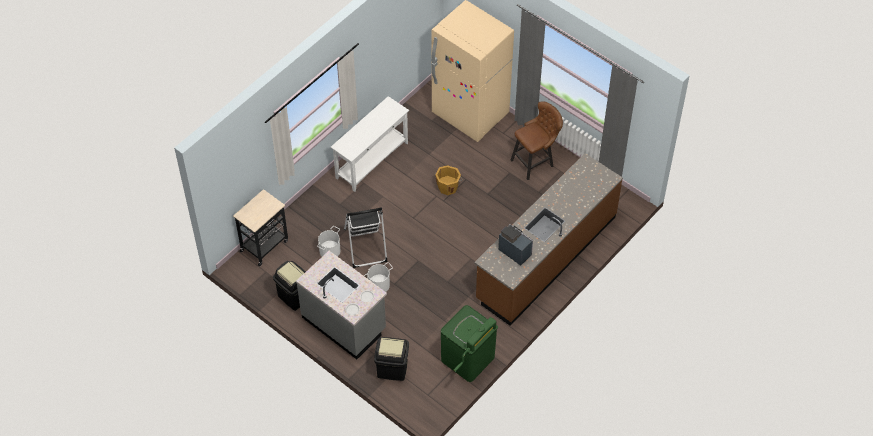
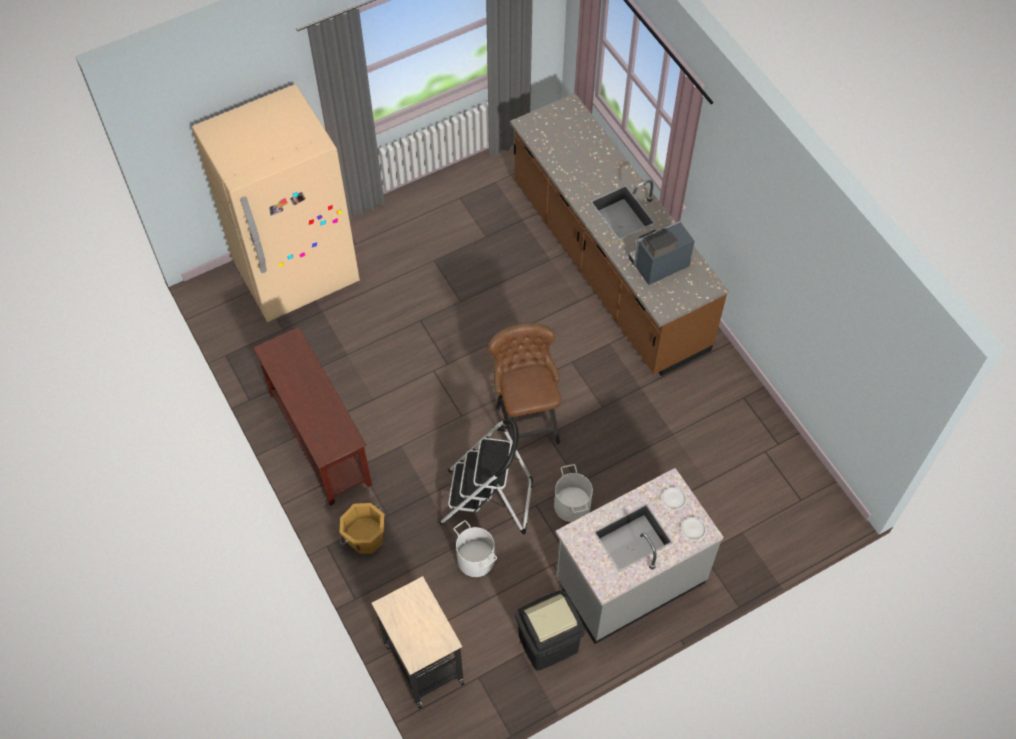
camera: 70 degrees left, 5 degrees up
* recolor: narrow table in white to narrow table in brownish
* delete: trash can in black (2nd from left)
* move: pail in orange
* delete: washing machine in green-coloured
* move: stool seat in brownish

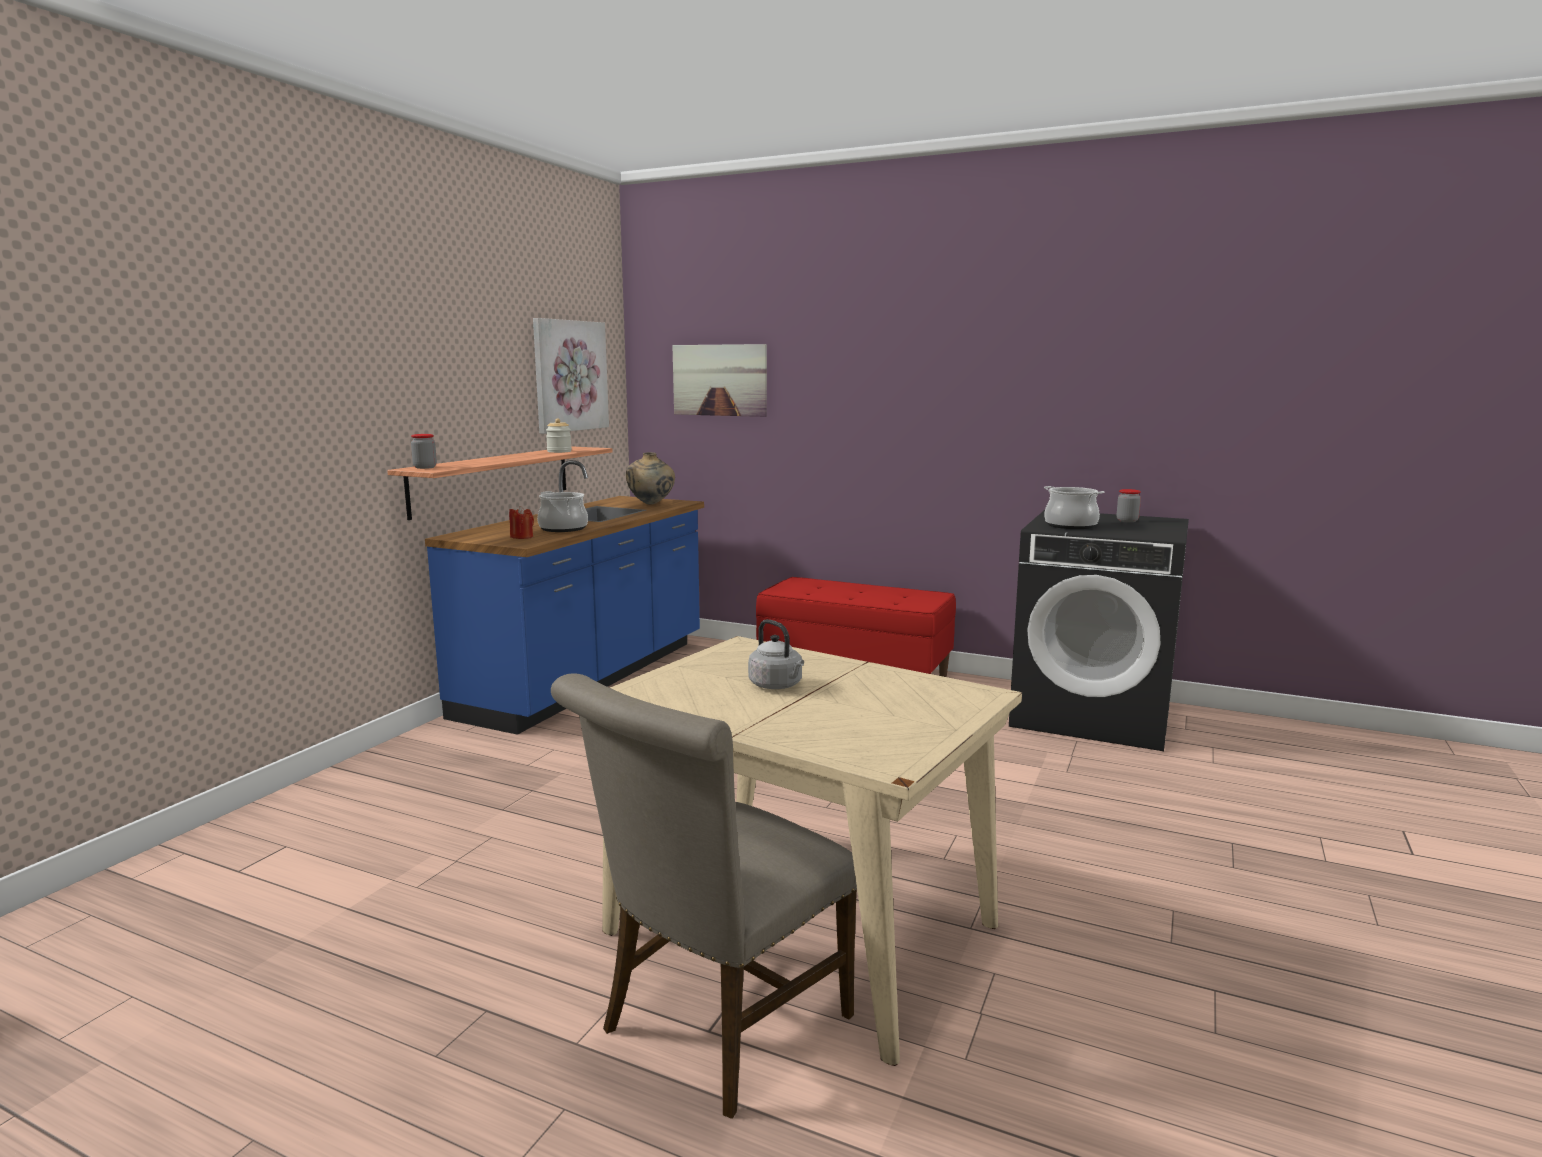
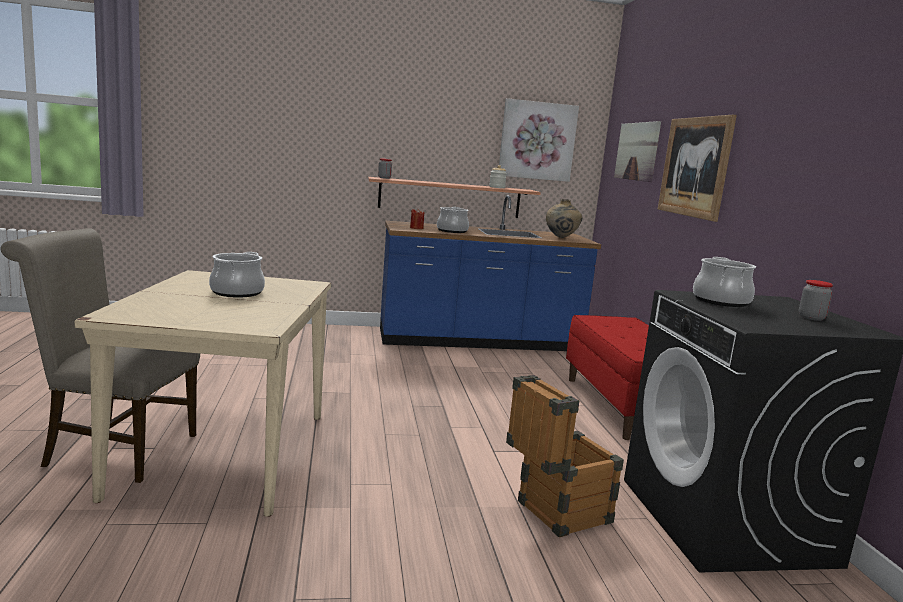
camera: 55 degrees right, 0 degrees up
* replace: kettle in grey to cooking pot (1st from left)
* insert: crate
* insert: wall art (3rd from left)

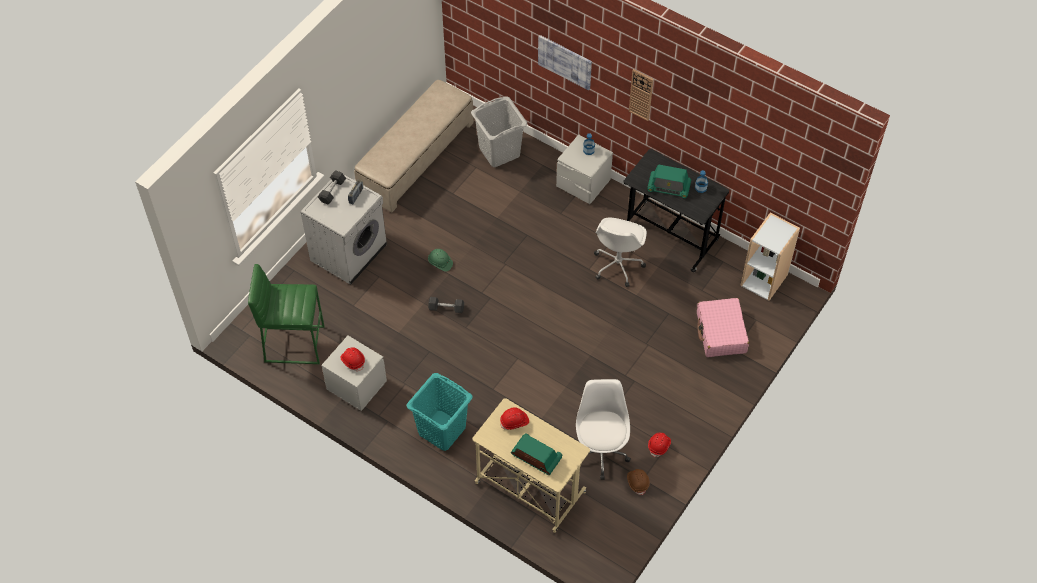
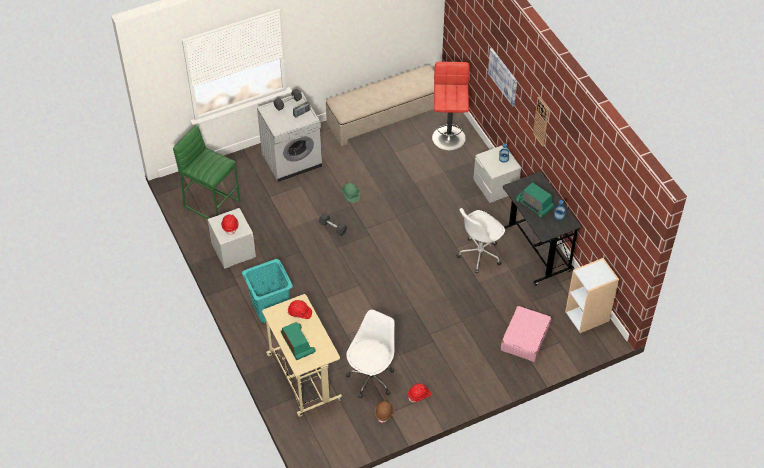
camera: 30 degrees right, 5 degrees down
* replace: hamper in grey to stool seat in red

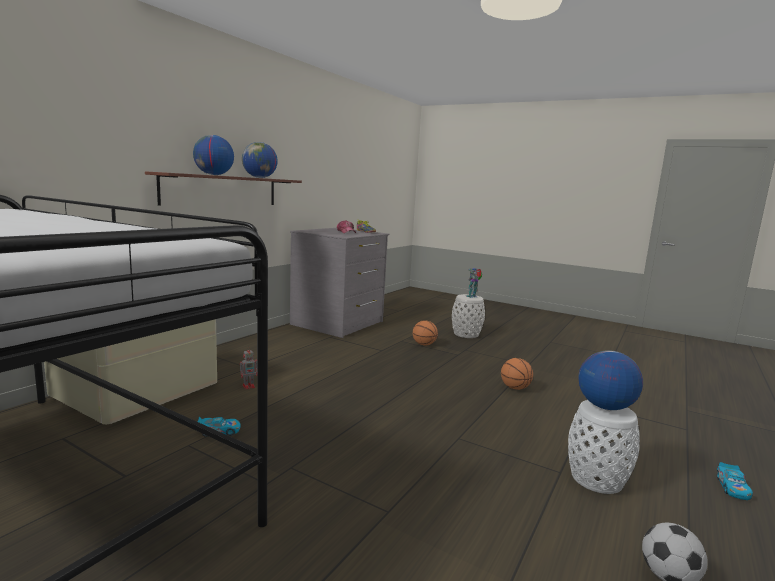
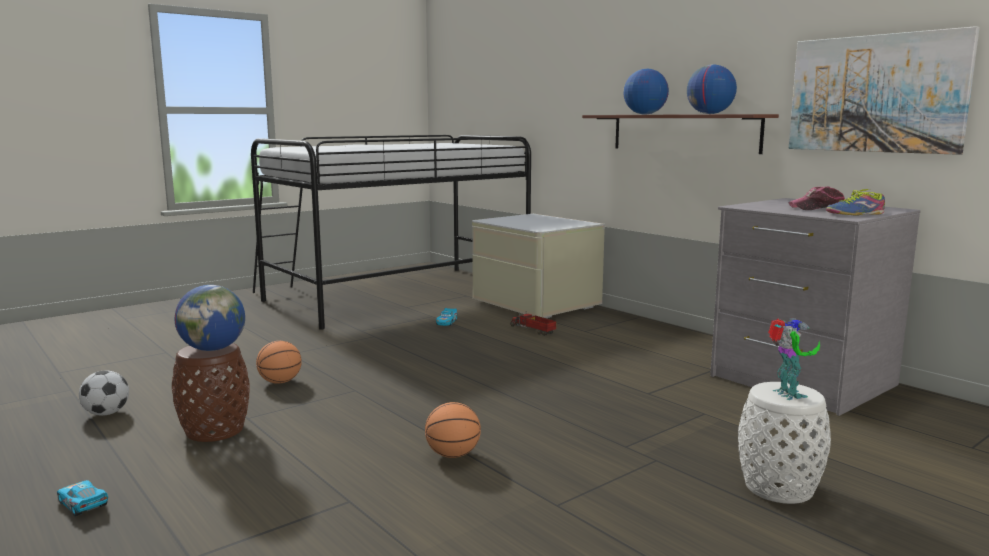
camera: 110 degrees right, 0 degrees up
* replace: toy robot (1st from left) to toy truck
* move: basketball (1st from left)
* recolor: stool seat in white (2nd from left) to stool seat in brownish
* insert: wall art

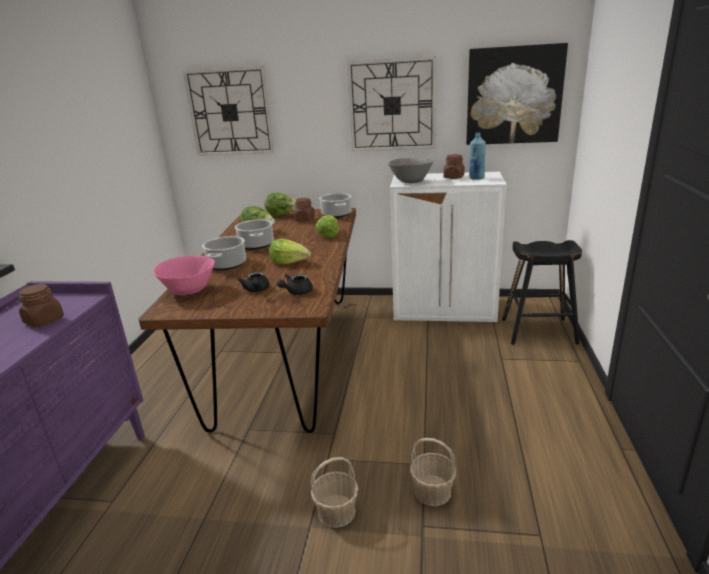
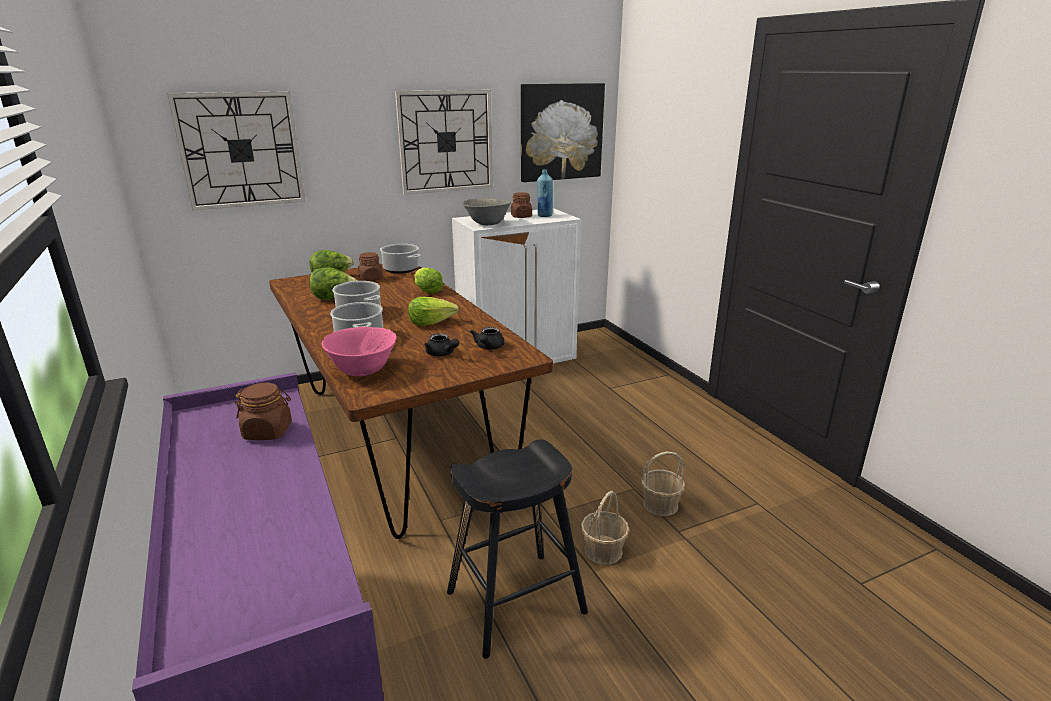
camera: 35 degrees left, 0 degrees up
* move: stool seat in black

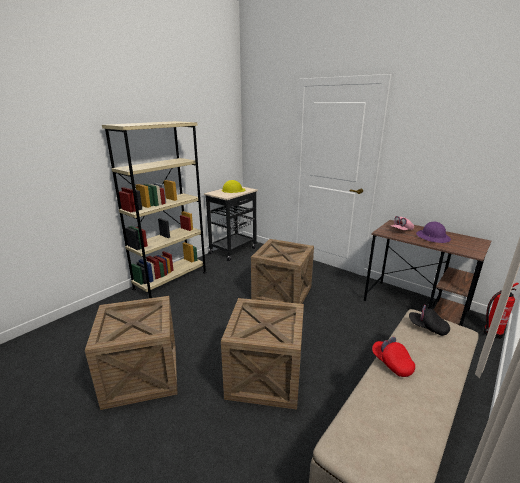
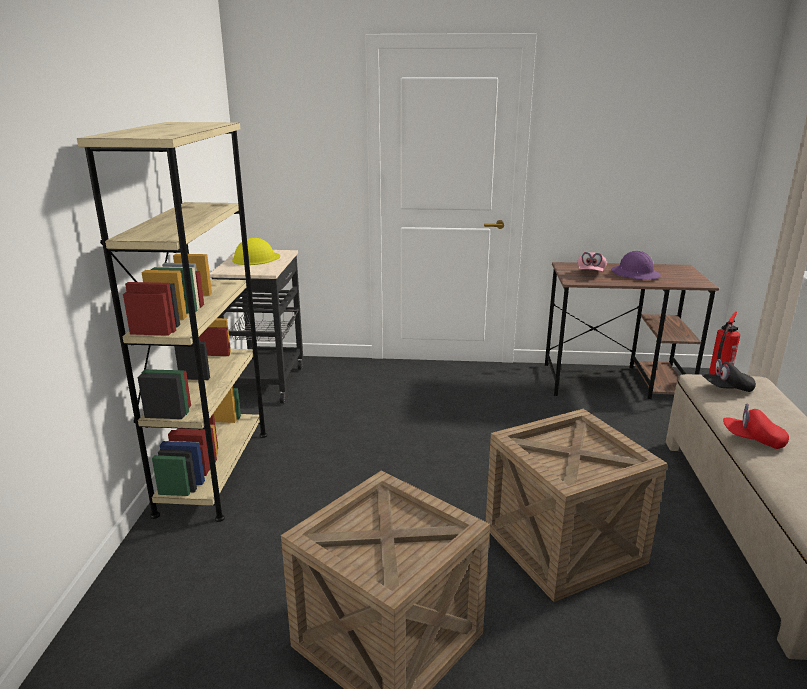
camera: 35 degrees left, 0 degrees up
* delete: crate (3rd from left)

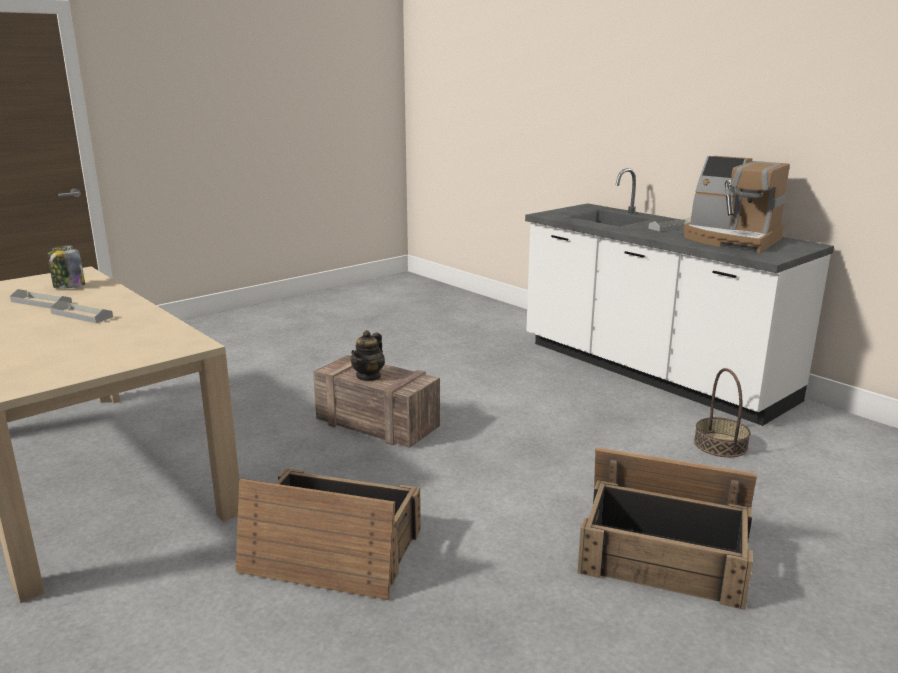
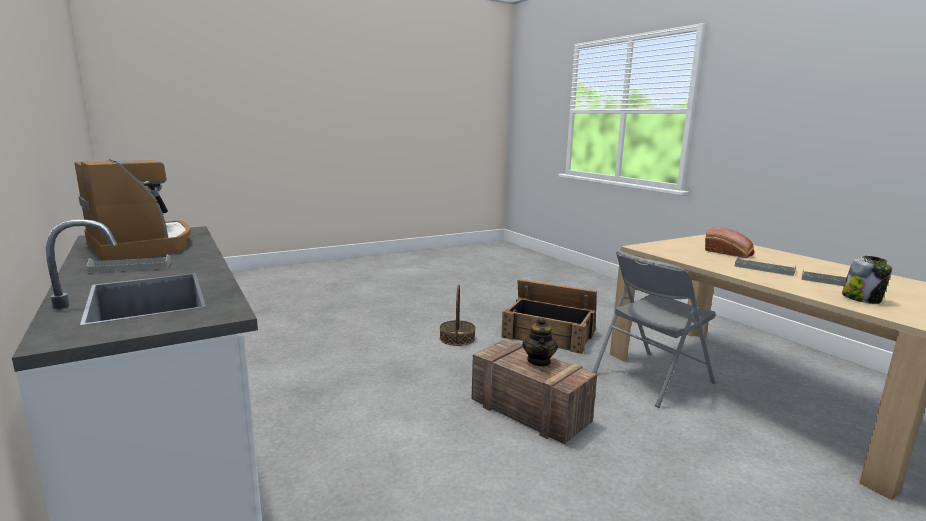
camera: 170 degrees left, 5 degrees down
* rotate: tea pot 150 degrees clockwise
* delete: crate (3rd from left)
* move: storage basket
* insert: upright chair in grey
* insert: baked bread

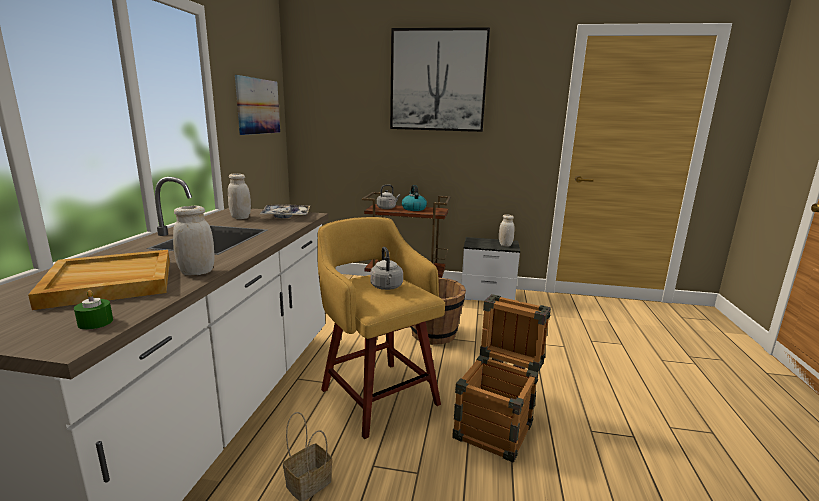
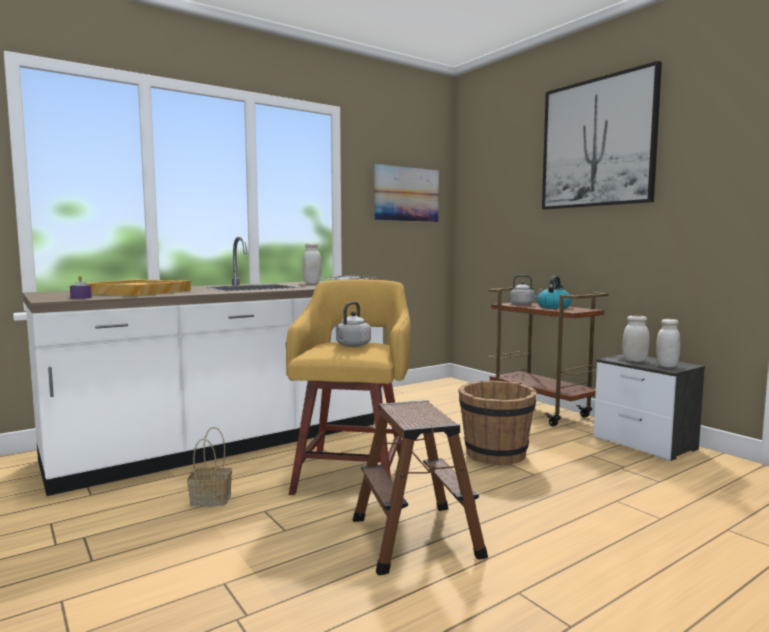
camera: 45 degrees right, 10 degrees down
* recolor: wax candle in green-coloured to wax candle in purplish
* move: preserve jar in white (1st from left in the first image) to preserve jar in white (2nd from left)
* replace: crate to stepladder in brownish

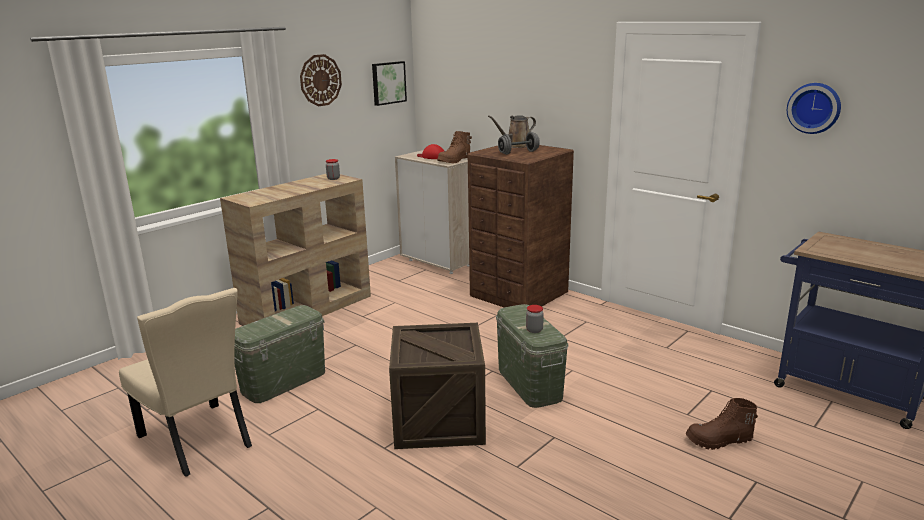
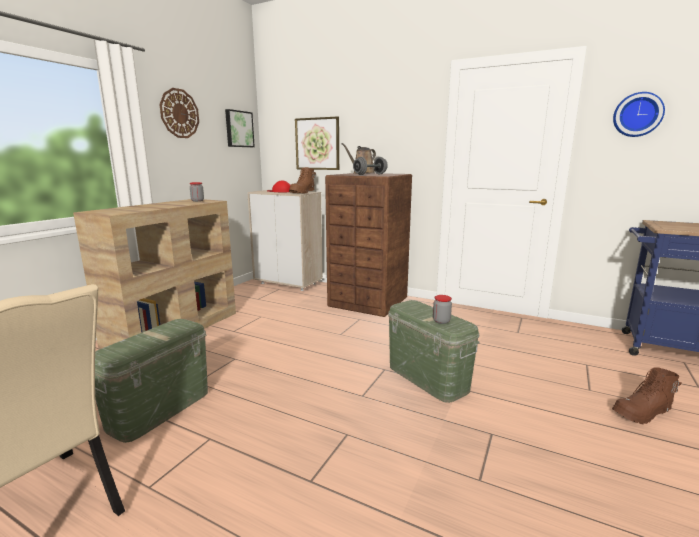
camera: 15 degrees left, 5 degrees down
* delete: crate
* insert: wall art (2nd from left)

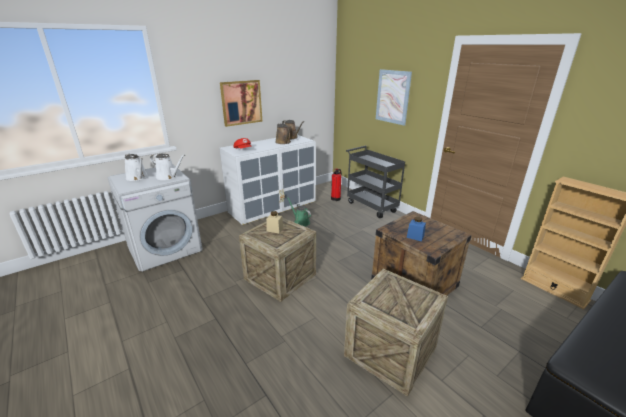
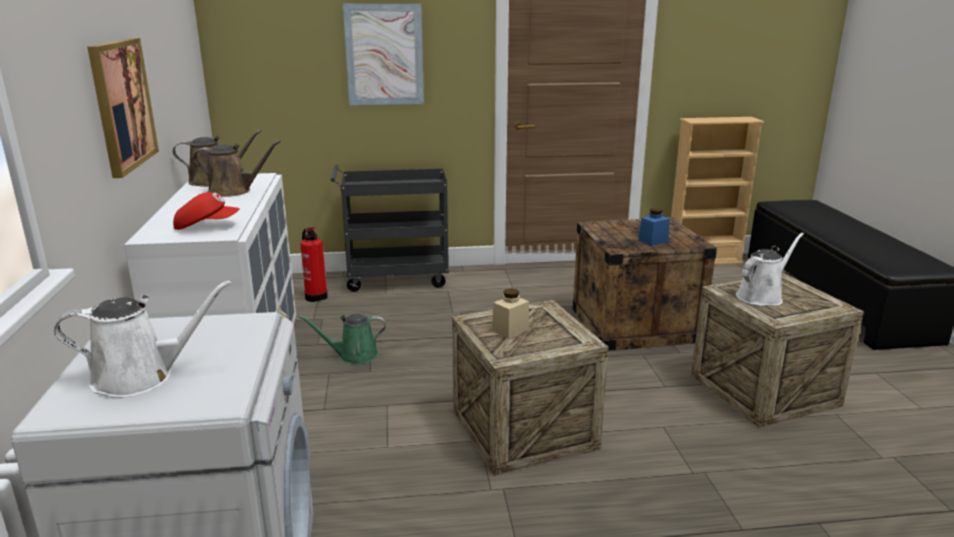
camera: 60 degrees left, 5 degrees down
* move: watering can in white (2nd from left)

